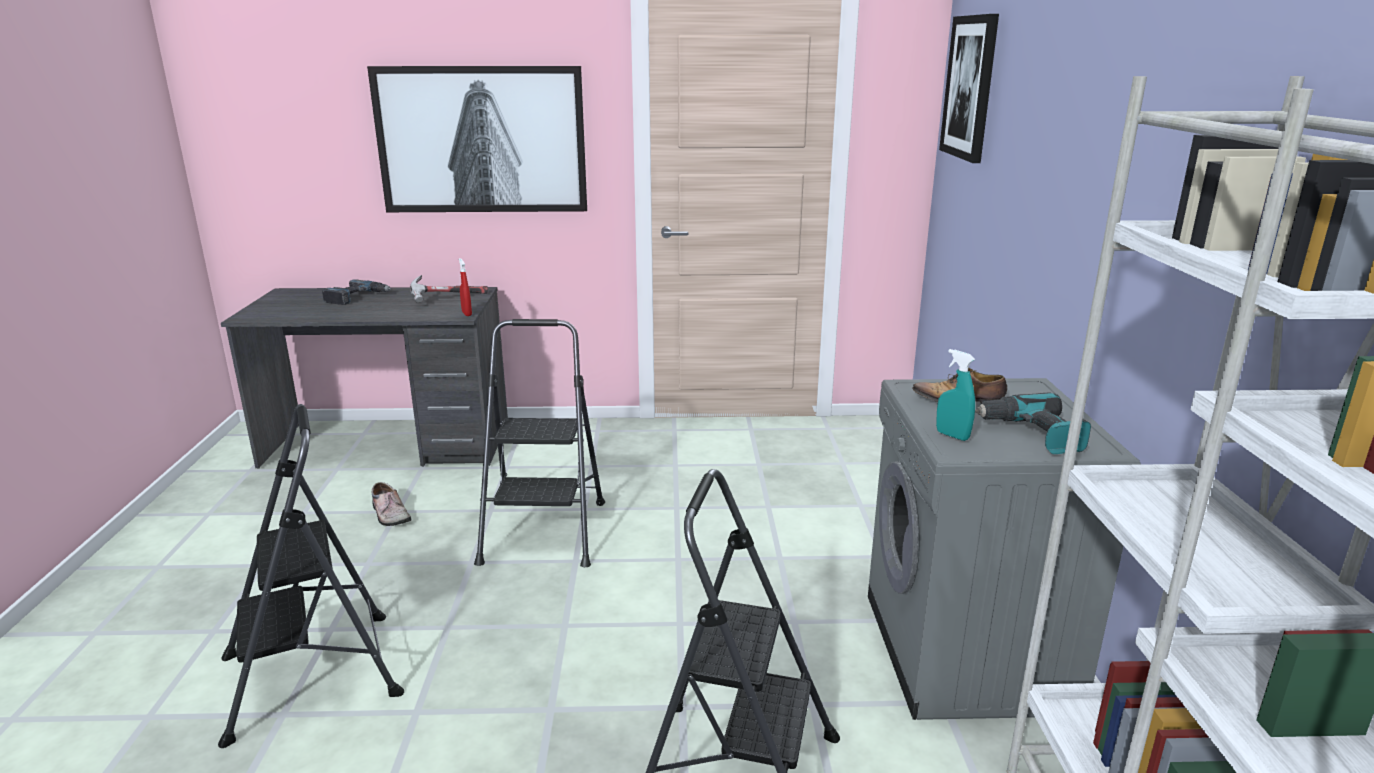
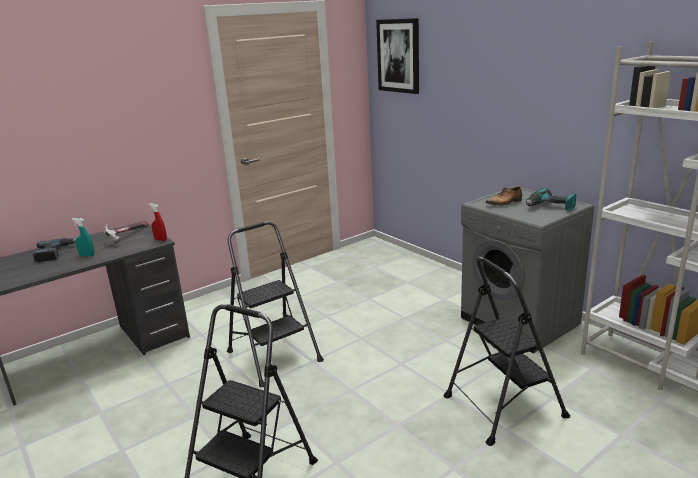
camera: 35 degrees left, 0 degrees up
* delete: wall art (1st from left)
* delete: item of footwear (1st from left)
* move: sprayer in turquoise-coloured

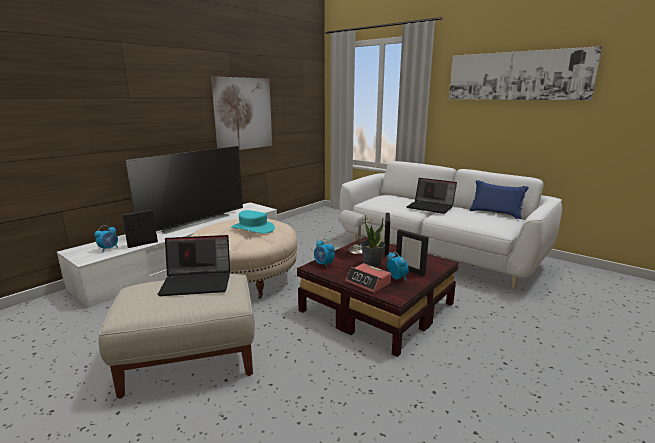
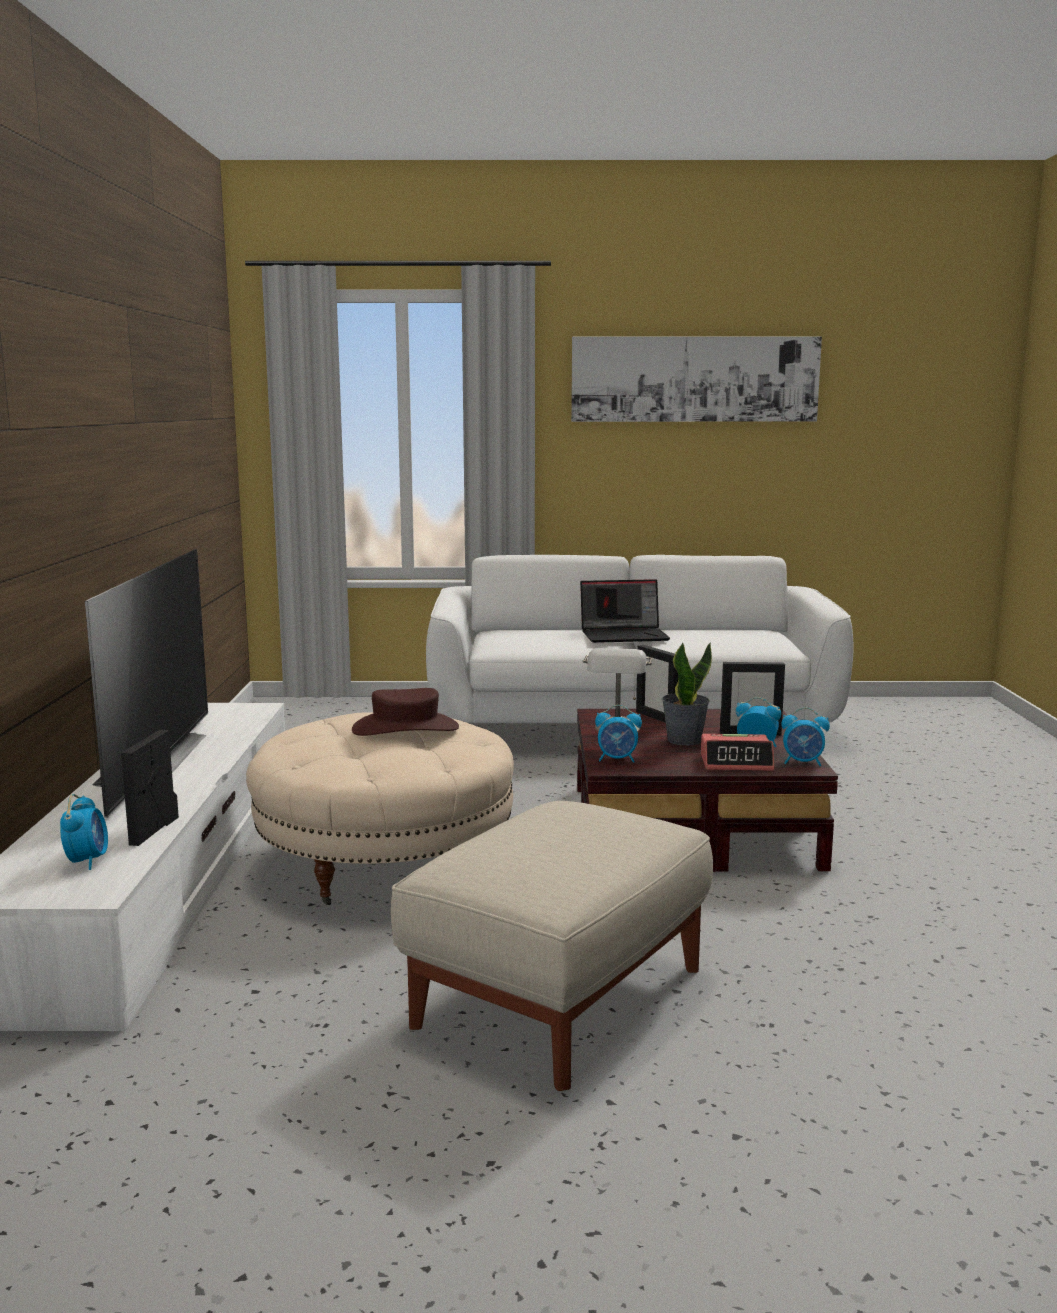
camera: 40 degrees left, 5 degrees down
* delete: portable computer (1st from left)
* delete: wall art (1st from left)
* recolor: hat in turquoise-coloured to hat in brownish
* delete: cushion in blue-coloured
* insert: alarm clock (5th from left)

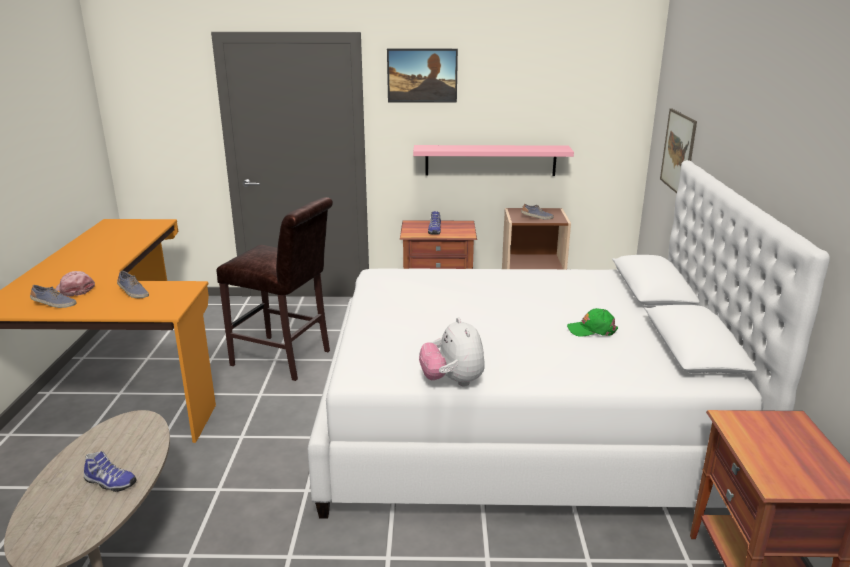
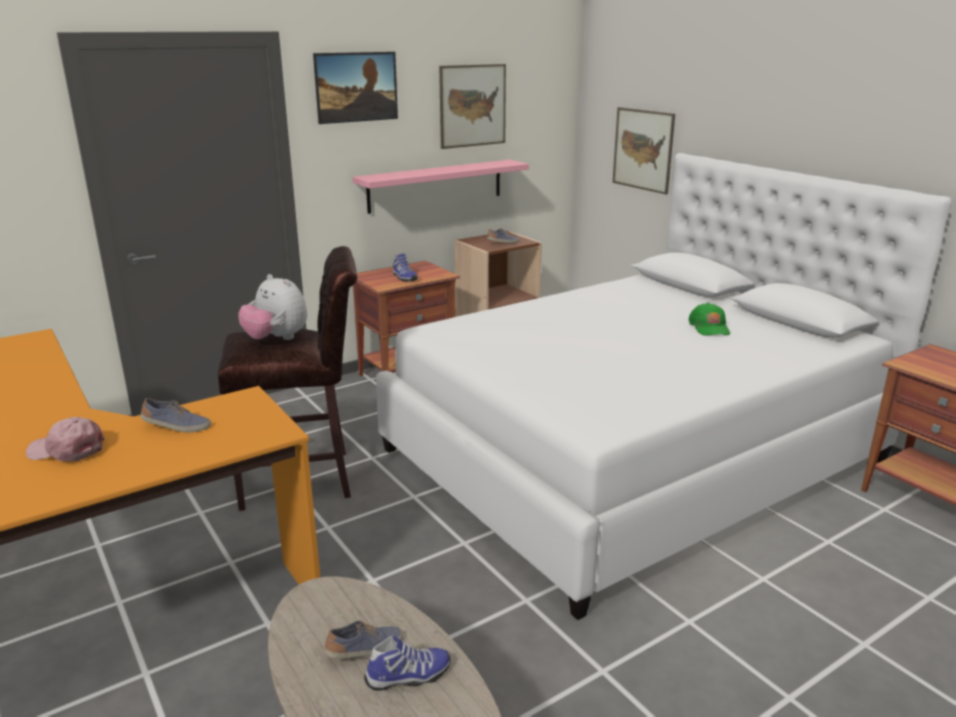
camera: 35 degrees left, 0 degrees up
* move: item of footwear (1st from left in the first image) to item of footwear (2nd from left)
* move: soft toy
* rotate: peaked cap in green-coloured 60 degrees counterclockwise
* insert: wall art (2nd from left)

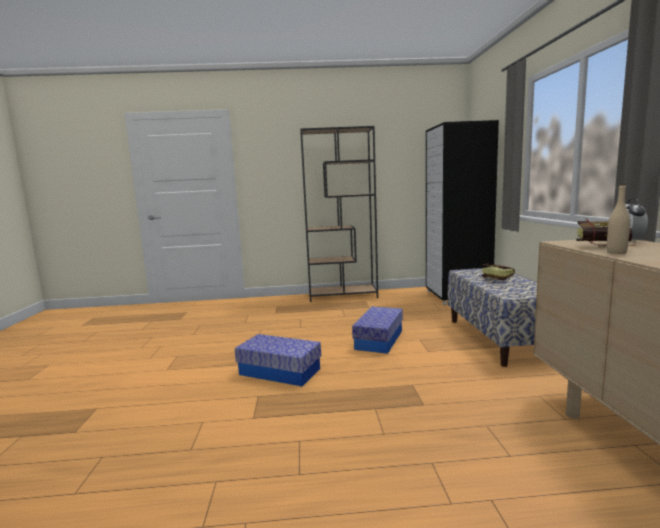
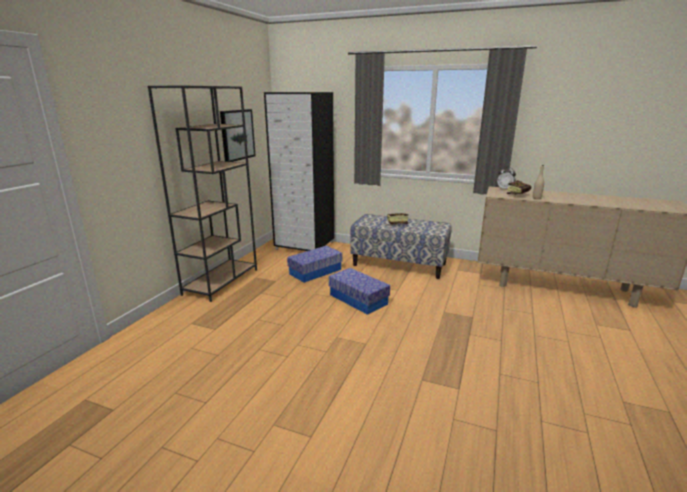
camera: 65 degrees left, 10 degrees up
* move: storage container (1st from left)
* insert: wall art

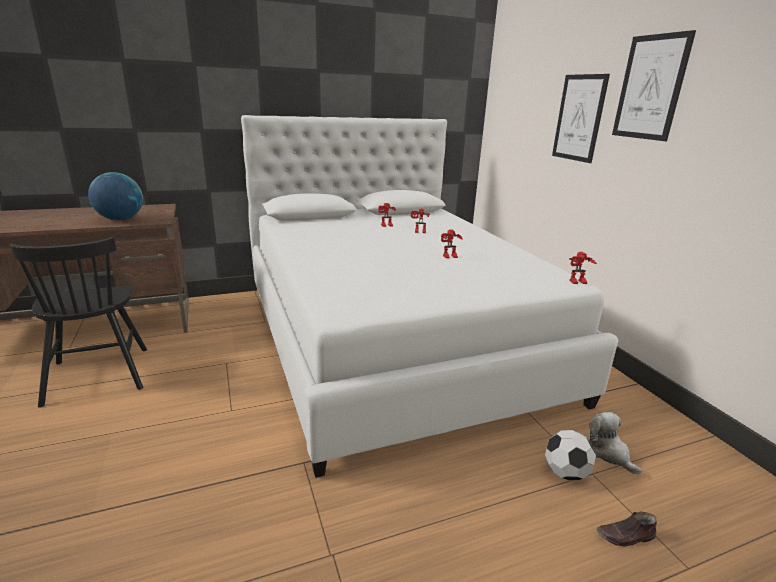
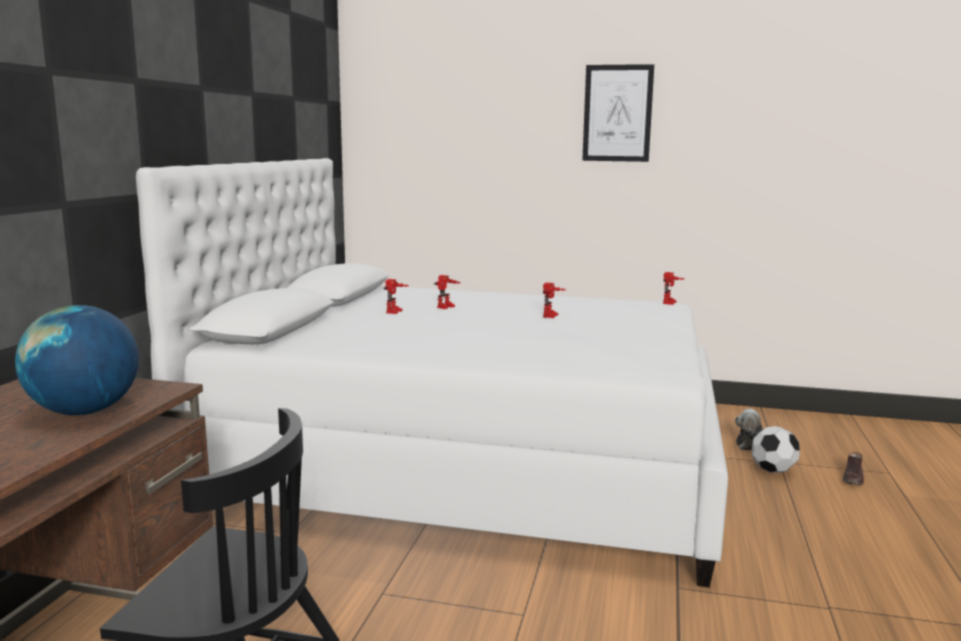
camera: 55 degrees left, 10 degrees down
* delete: wall art (1st from left)

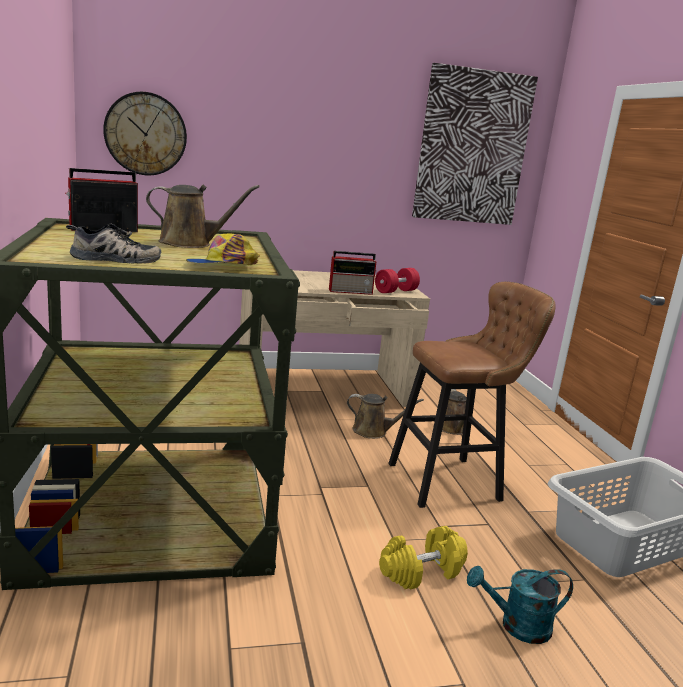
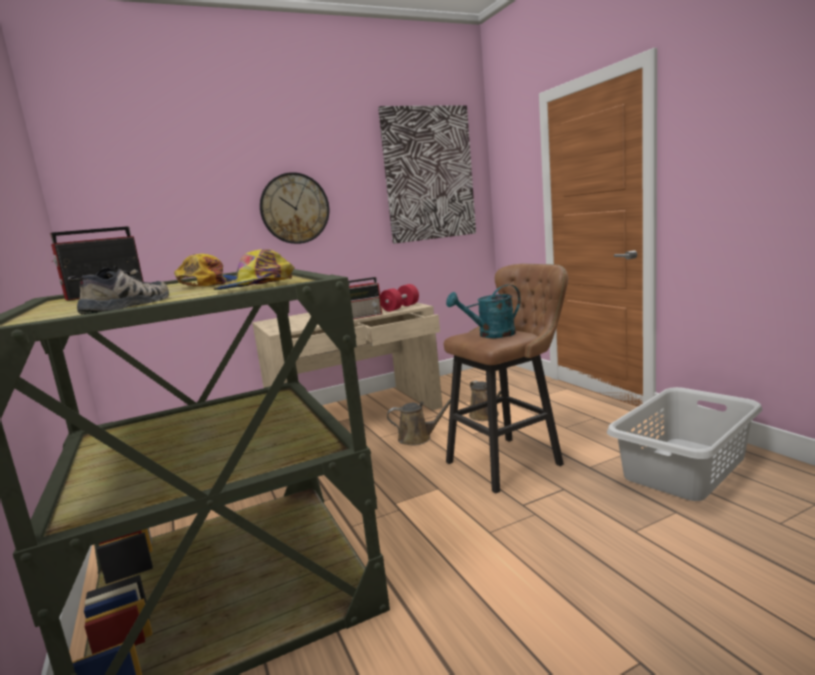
camera: 10 degrees left, 5 degrees down
* rotate: item of footwear 45 degrees counterclockwise
* move: wall clock
* replace: watering can in brownish (1st from left) to peaked cap (1st from left)
* delete: free weight in yellow-coloured
* move: watering can in turquoise-coloured

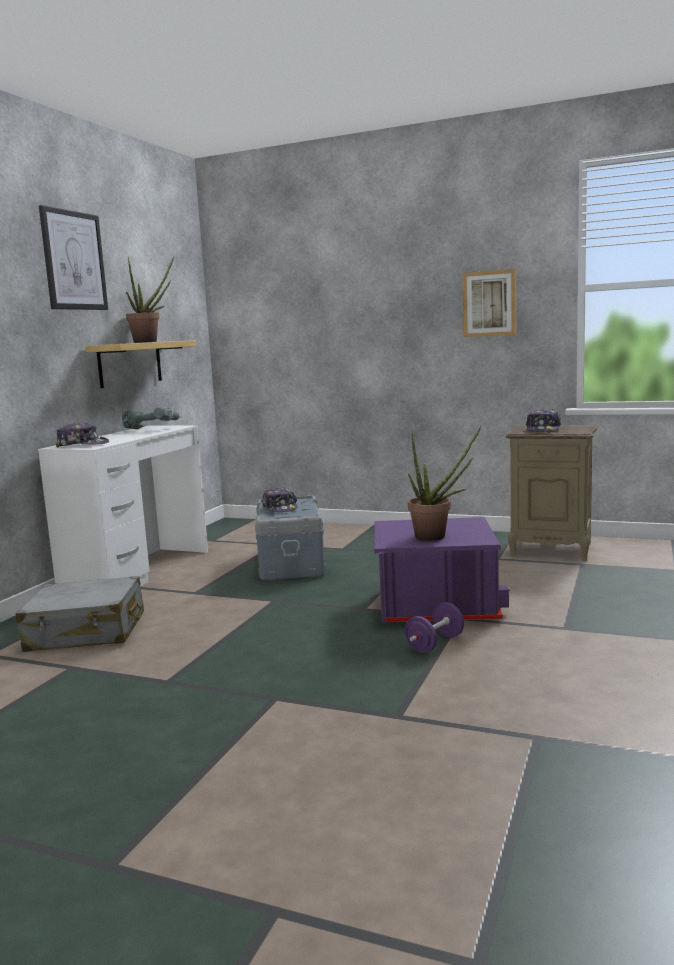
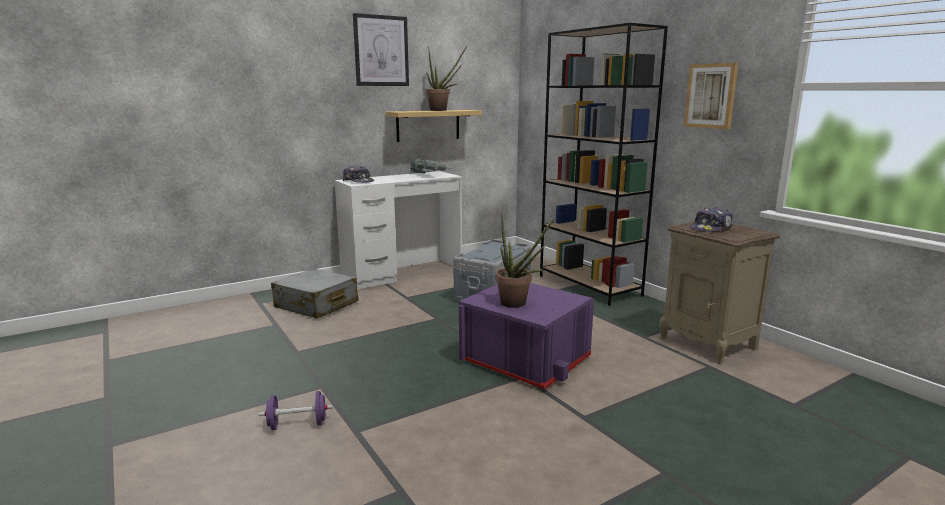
camera: 35 degrees right, 5 degrees up
* delete: peaked cap (2nd from left)
* move: free weight in purplish
* insert: bookcase in beige-coloured

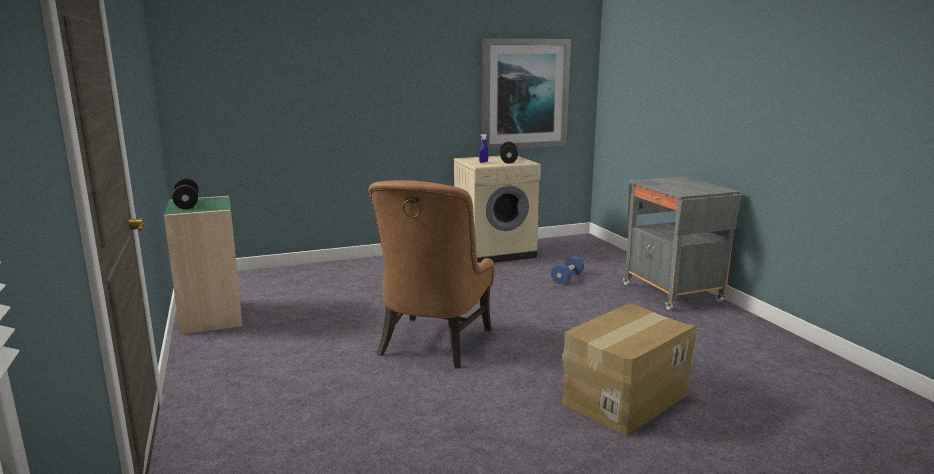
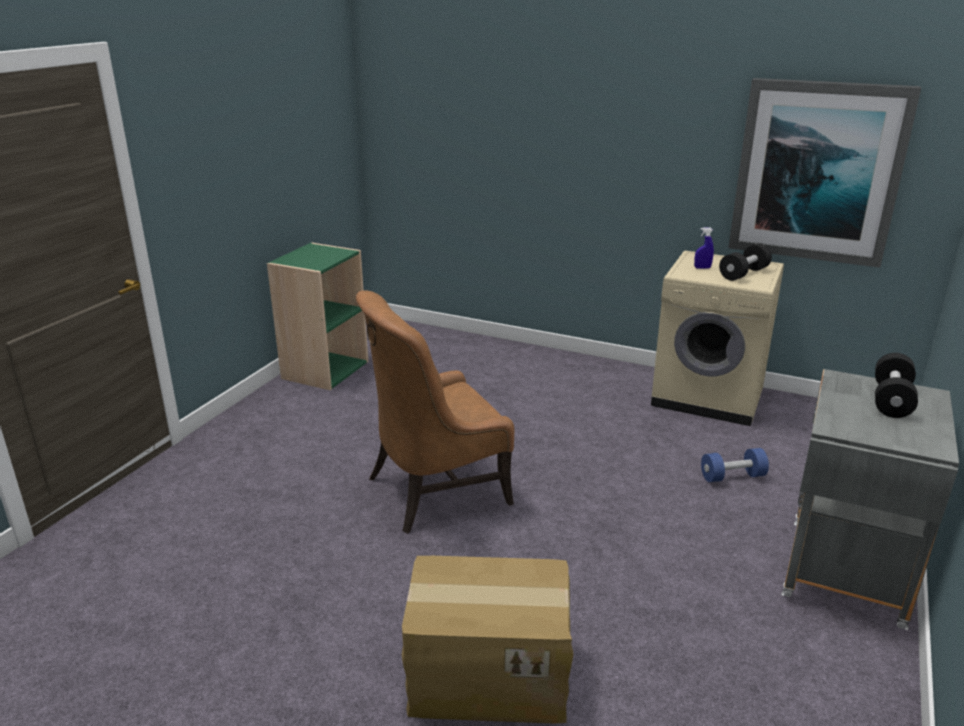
camera: 45 degrees right, 10 degrees up
* move: free weight in black (1st from left in the first image) to free weight in black (2nd from left)

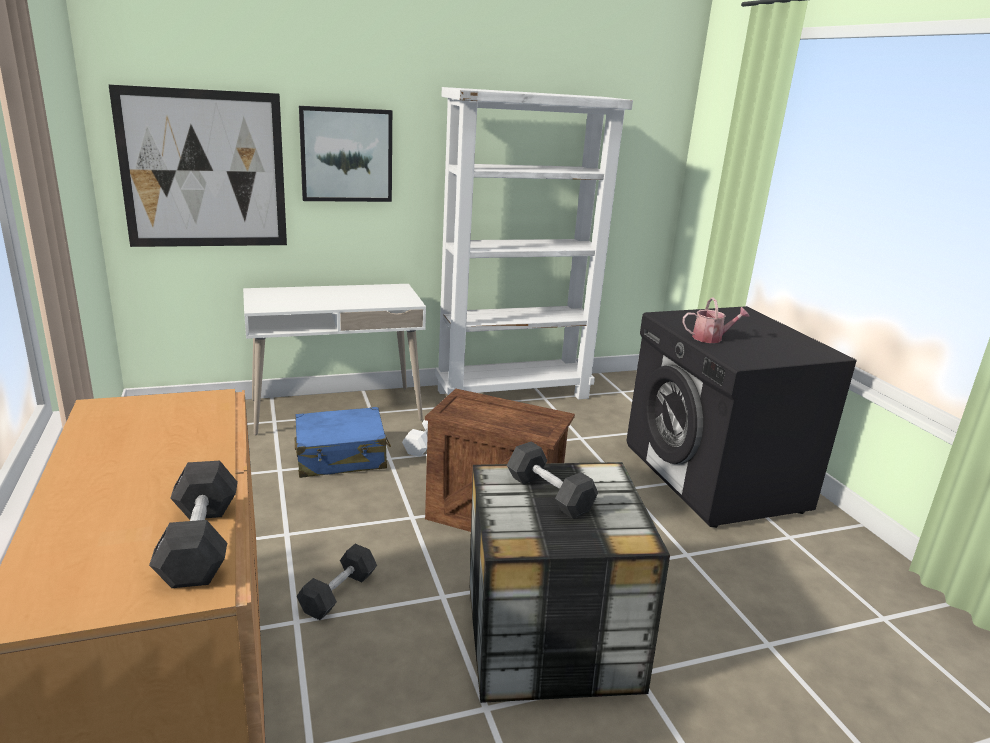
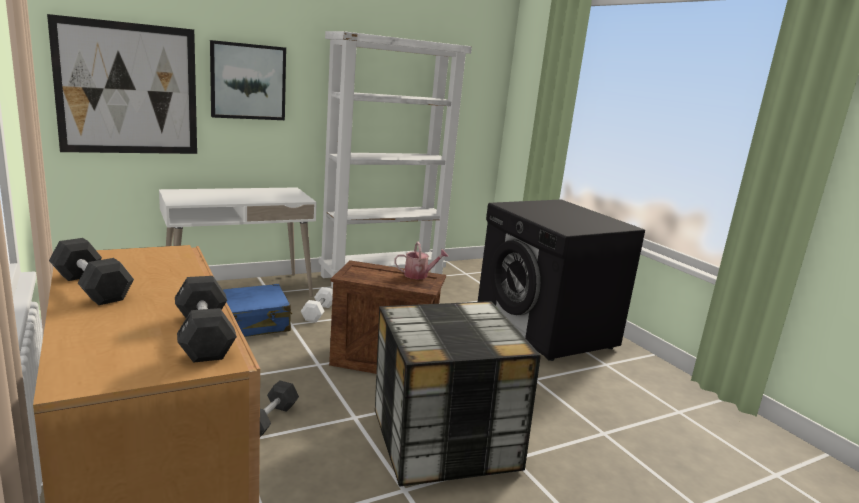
camera: 10 degrees left, 5 degrees down
* move: free weight in black (3rd from left in the first image) to free weight in black (1st from left)
* move: watering can

